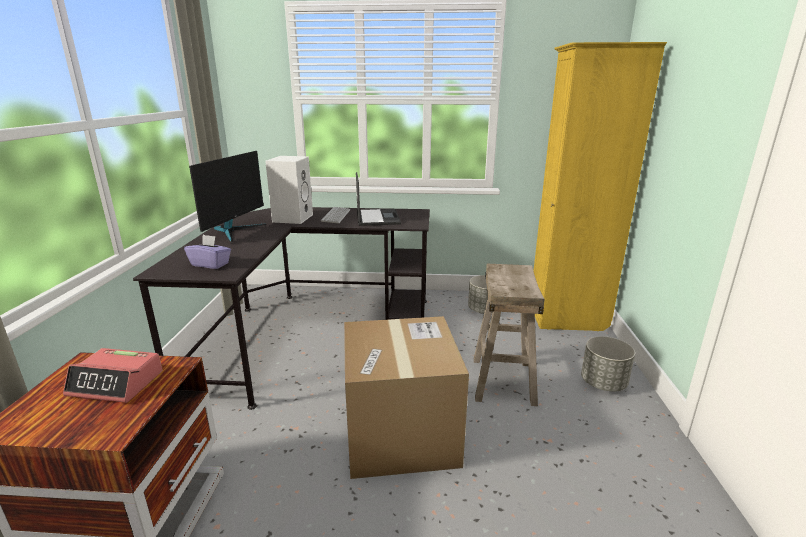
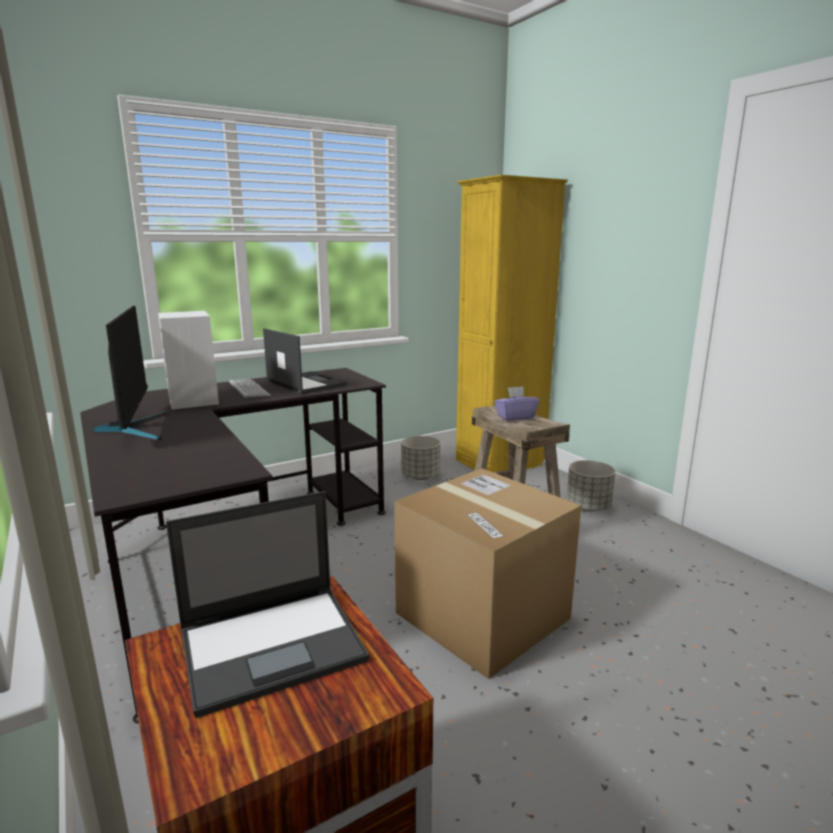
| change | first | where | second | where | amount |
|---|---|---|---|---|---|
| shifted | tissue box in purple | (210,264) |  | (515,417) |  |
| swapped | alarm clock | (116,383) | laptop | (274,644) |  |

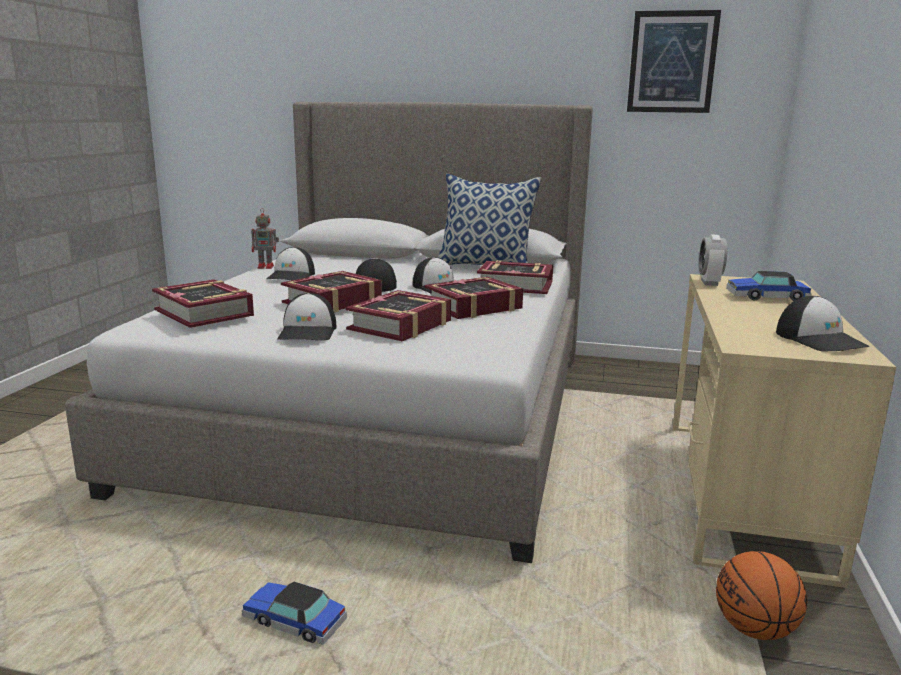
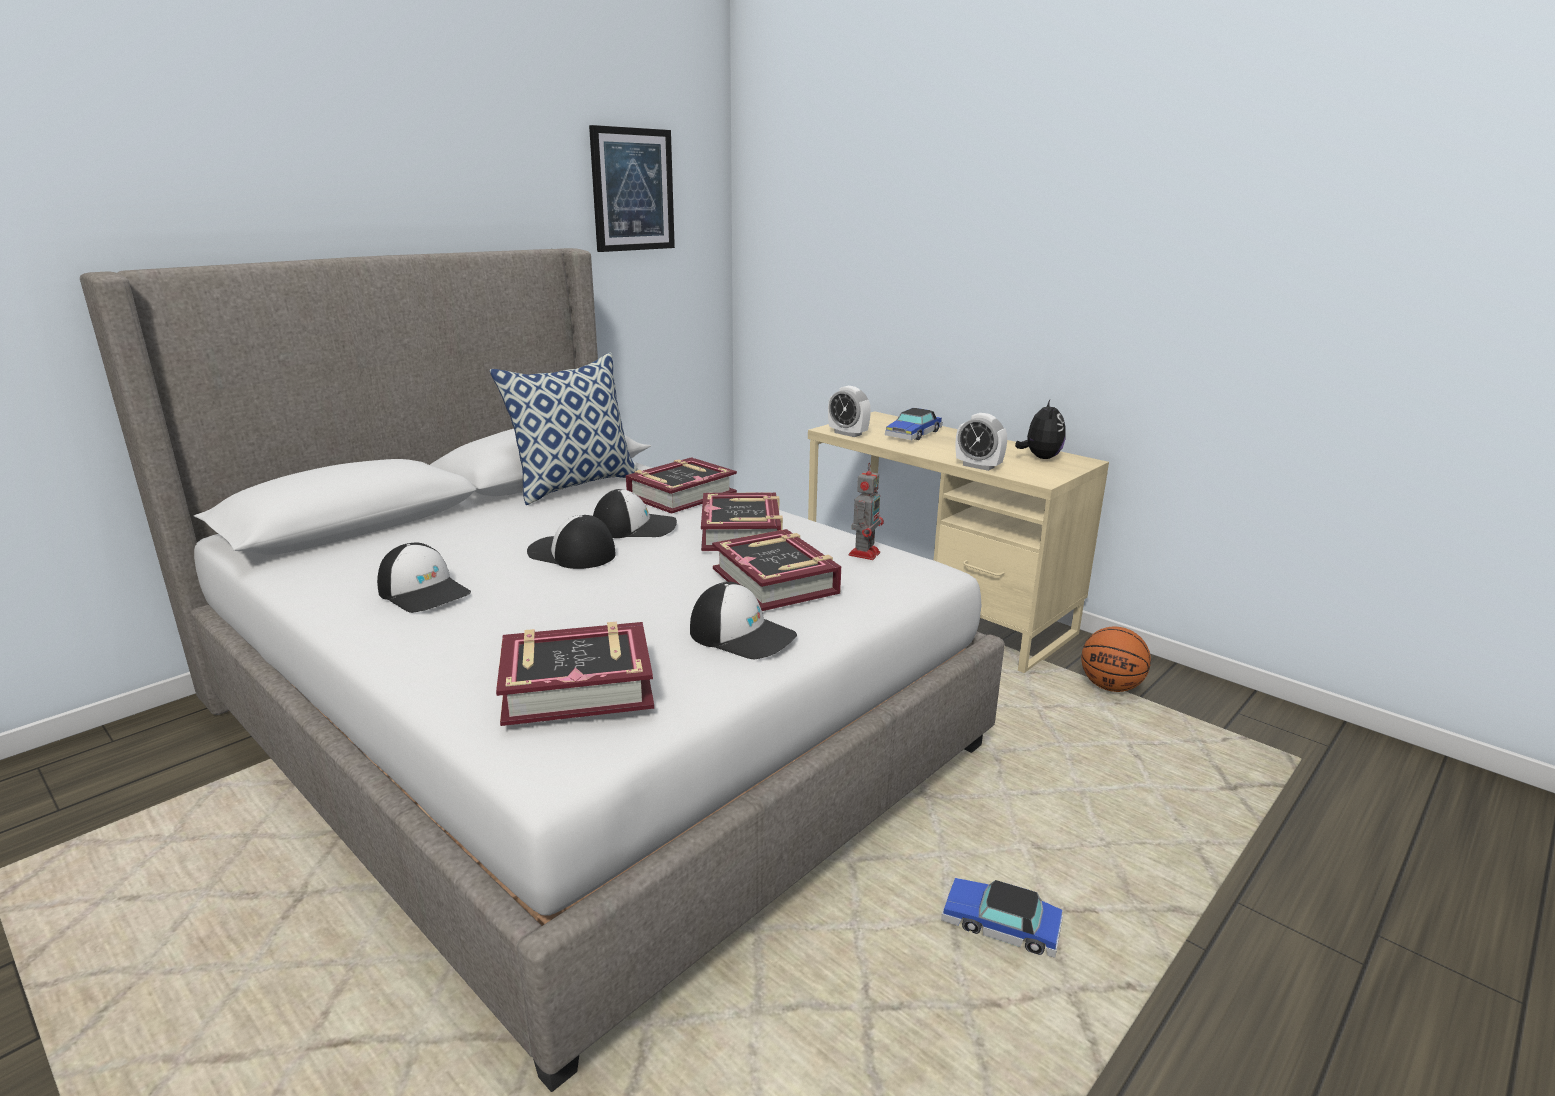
| change | first | where | second | where | amount |
|---|---|---|---|---|---|
| gone | book | (333,302) |  |  |  |
| new |  |  | alarm clock | (978,466) |  |
| shifted | toy robot | (266,267) |  | (865,553) |  |
| swapped | cap | (820,340) | plush toy | (1040,458) |  |
| rotated | toy car | (294,621) |  | (1000,925) | 60 degrees clockwise |

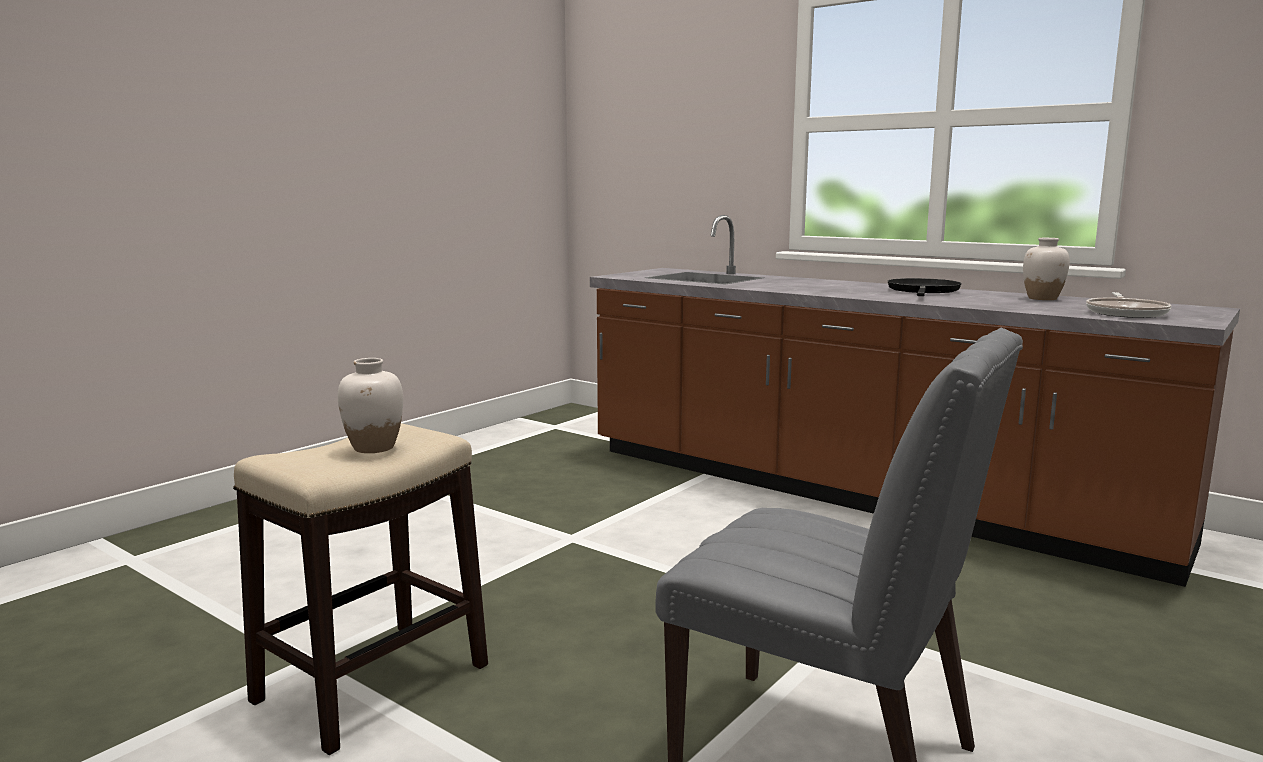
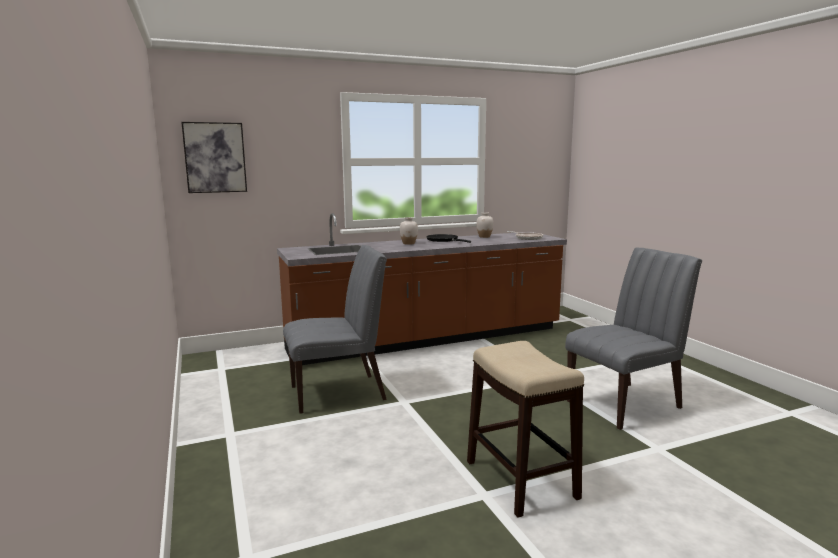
| change | first | where | second | where | amount |
|---|---|---|---|---|---|
| new |  |  | picture | (215,157) |  |
| new |  |  | chair in grey | (337,393) |  |
| shifted | vase in white | (374,448) |  | (409,243) |  |

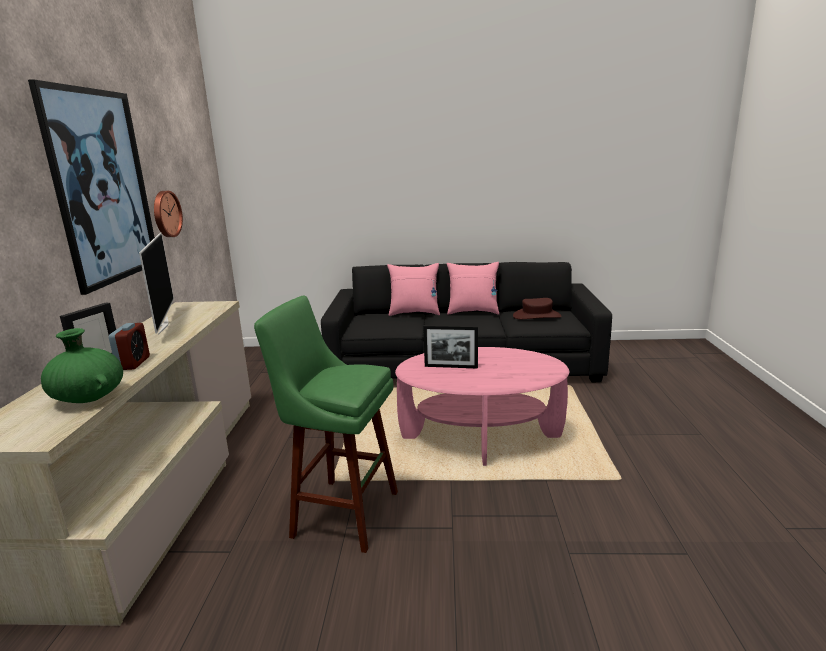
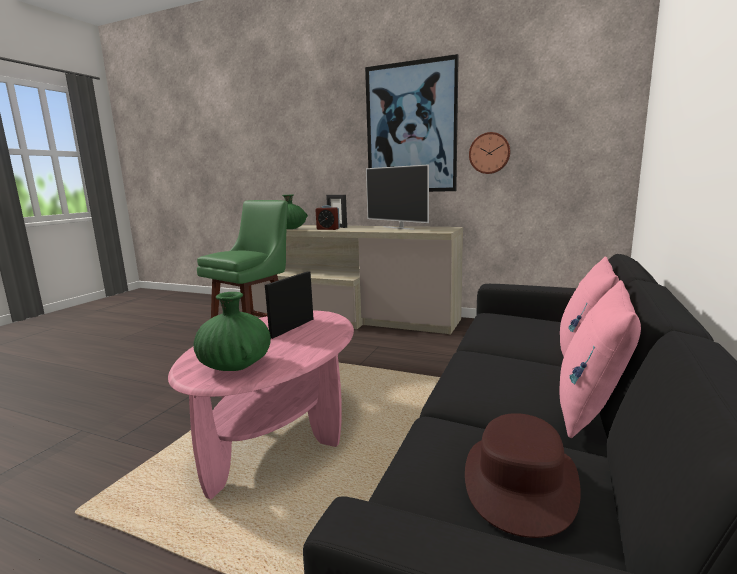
| change | first | where | second | where | amount |
|---|---|---|---|---|---|
| new |  |  | vase in green | (235,365) |  |
| rotated | television | (161,325) |  | (398,228) | 45 degrees clockwise |

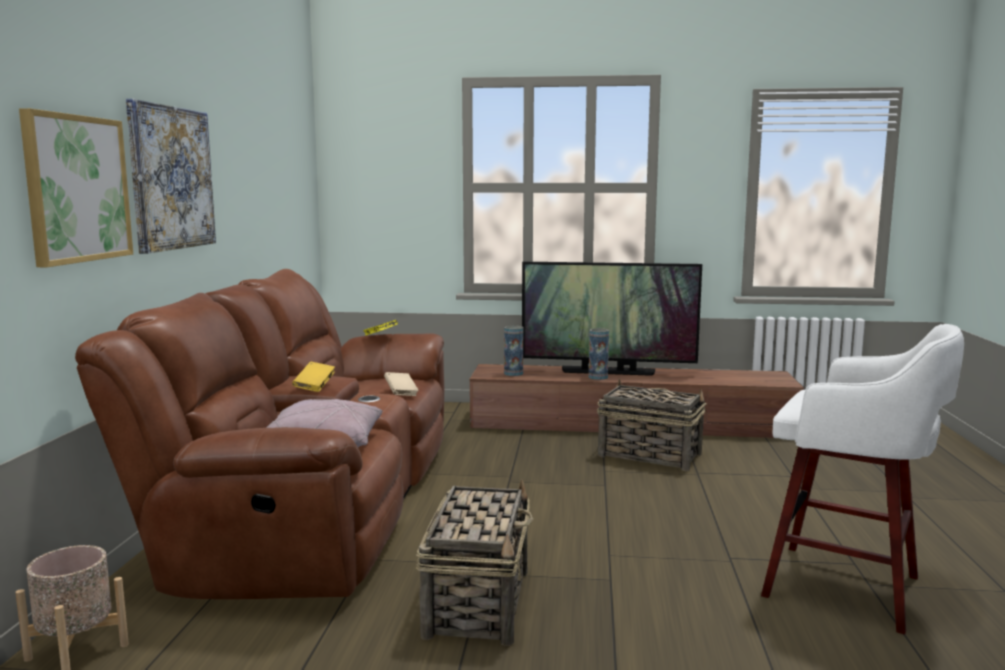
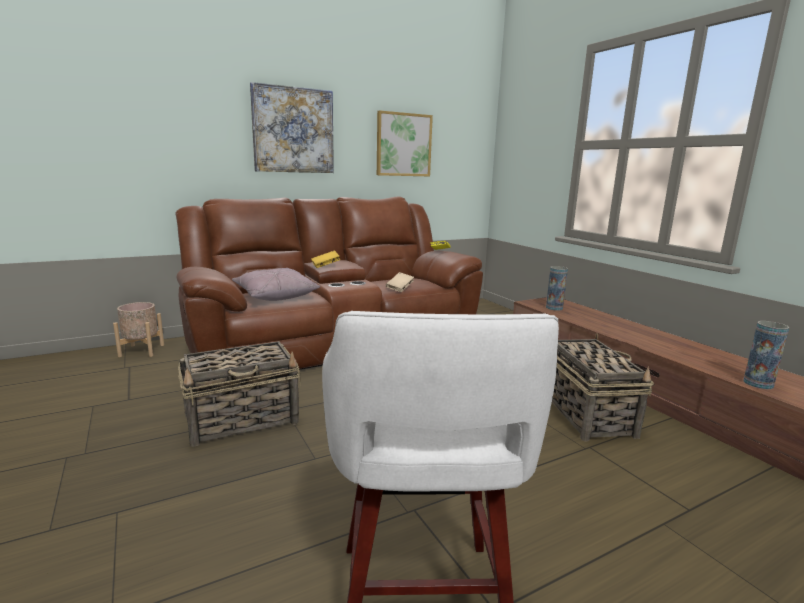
| change | first | where | second | where | amount |
|---|---|---|---|---|---|
| gone | television | (608,372) |  |  |  |
| shifted | picture | (77,189) |  | (403,145) |  |
| shifted | vase | (598,377) |  | (758,383) |  |

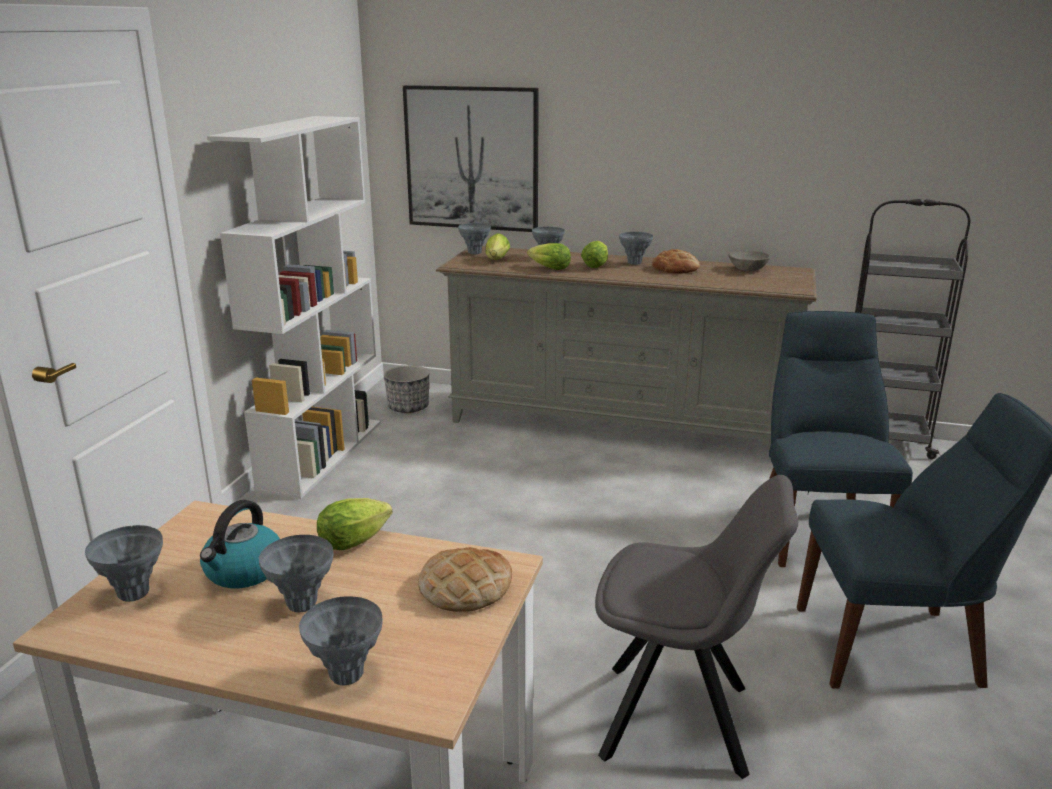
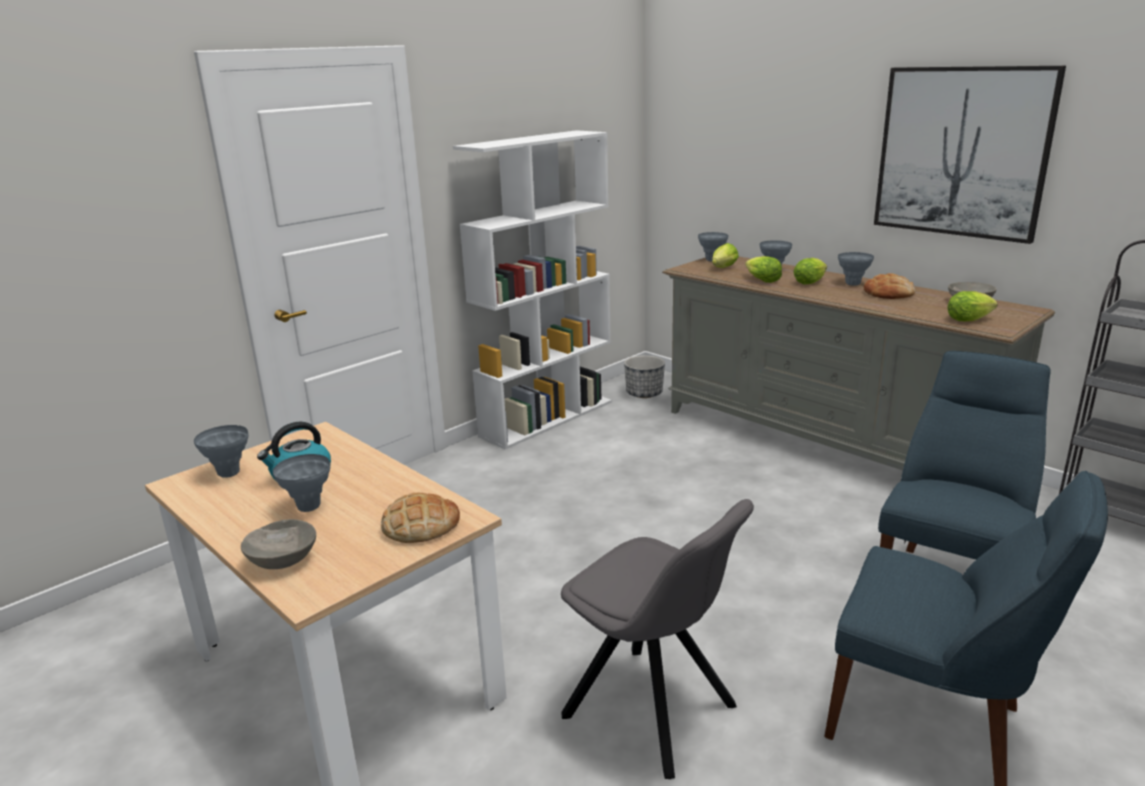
| change | first | where | second | where | amount |
|---|---|---|---|---|---|
| shifted | lettuce | (357,540) |  | (971,320) |  |
| shifted | picture | (472,158) |  | (961,152) |  |
| swapped | vase in grey | (346,676) | bowl in grey | (282,561) |  |

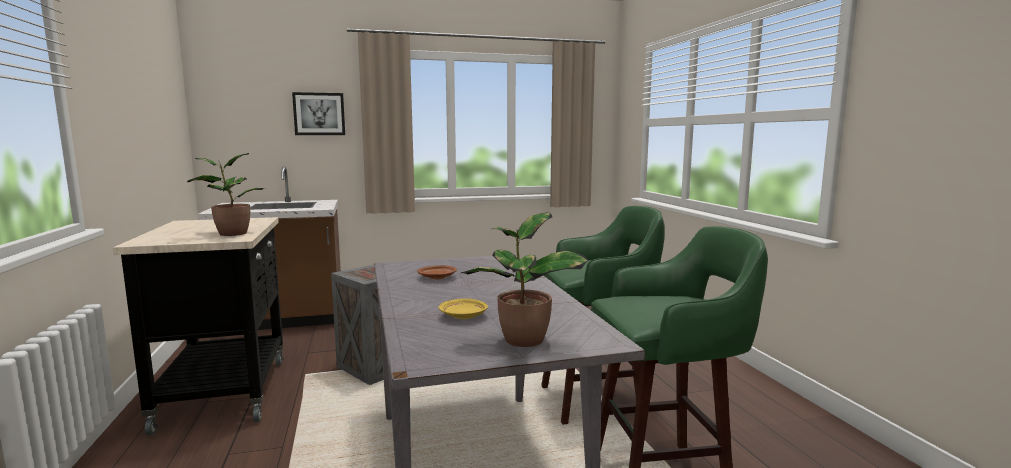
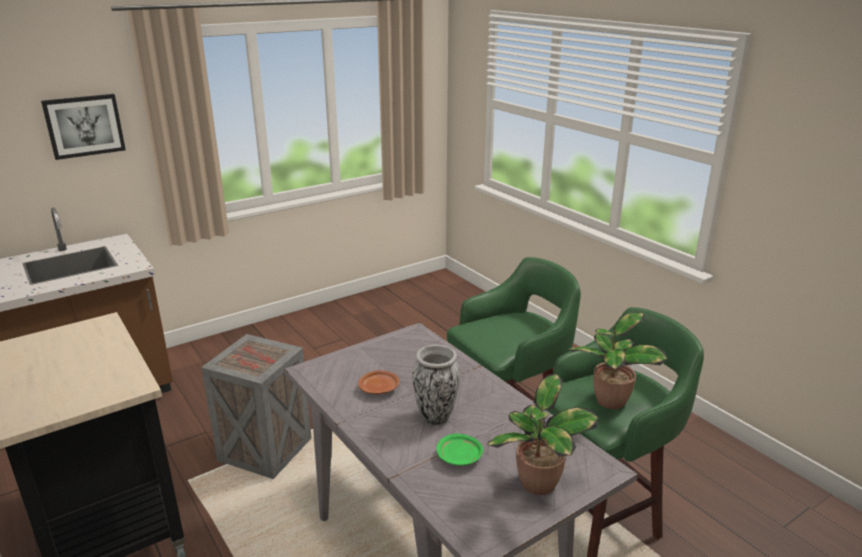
| change | first | where | second | where | amount |
|---|---|---|---|---|---|
| new |  |  | vase | (435,416) |  |
| shifted | potted plant | (231,233) |  | (609,401) |  |
| repainted | plate in yellow | (463,316) | plate in green | (459,457) |  |

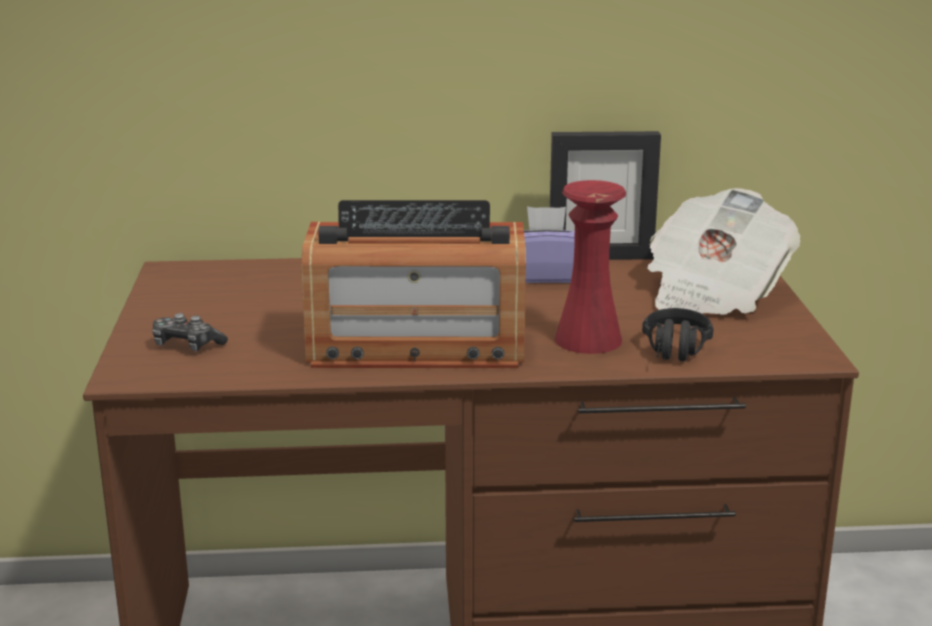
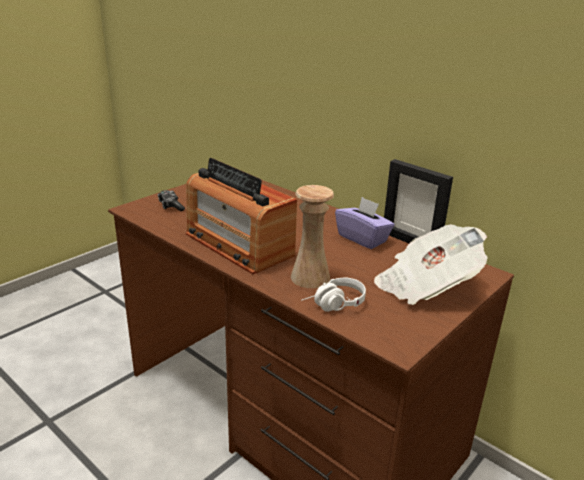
| change | first | where | second | where | amount |
|---|---|---|---|---|---|
| repainted | vase in red | (588,339) | vase in beige | (310,277) |  |
| repainted | headphones in black | (675,353) | headphones in white | (333,305) |  |

